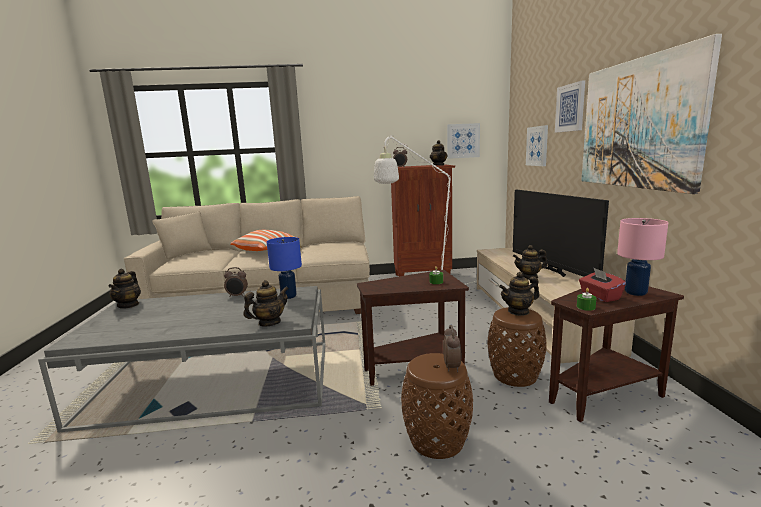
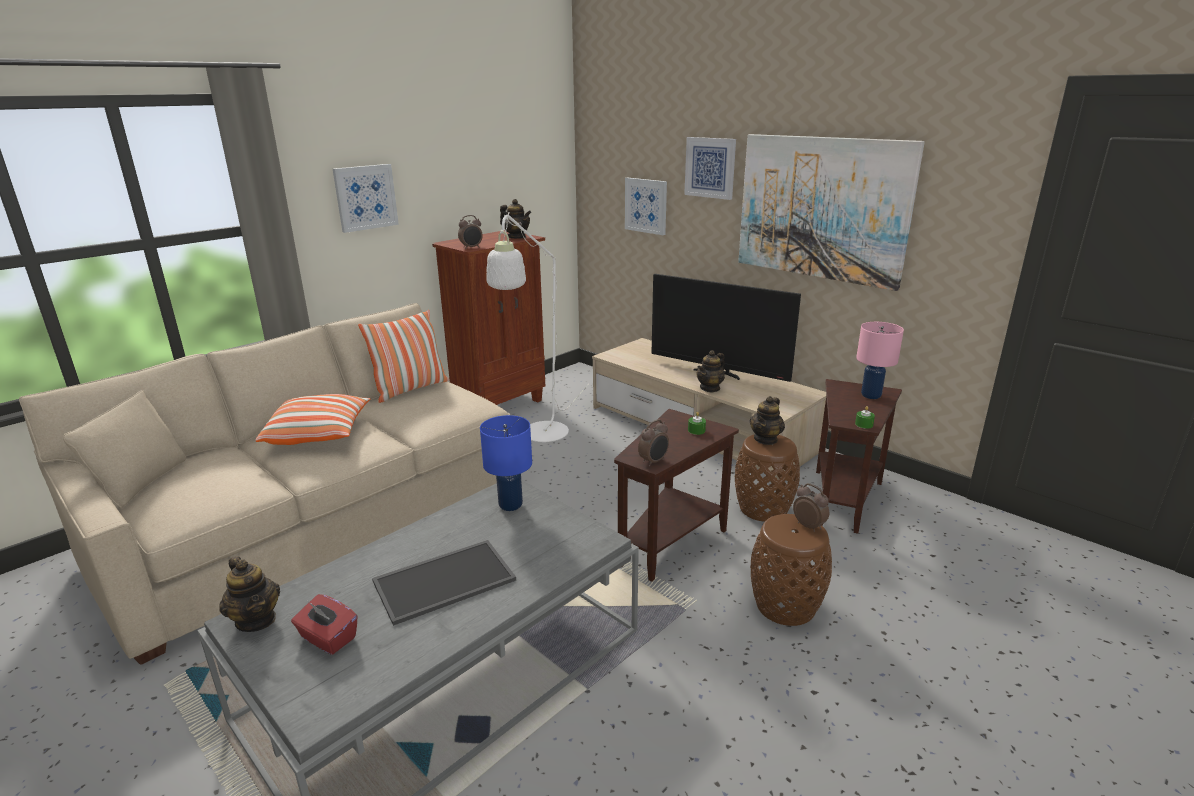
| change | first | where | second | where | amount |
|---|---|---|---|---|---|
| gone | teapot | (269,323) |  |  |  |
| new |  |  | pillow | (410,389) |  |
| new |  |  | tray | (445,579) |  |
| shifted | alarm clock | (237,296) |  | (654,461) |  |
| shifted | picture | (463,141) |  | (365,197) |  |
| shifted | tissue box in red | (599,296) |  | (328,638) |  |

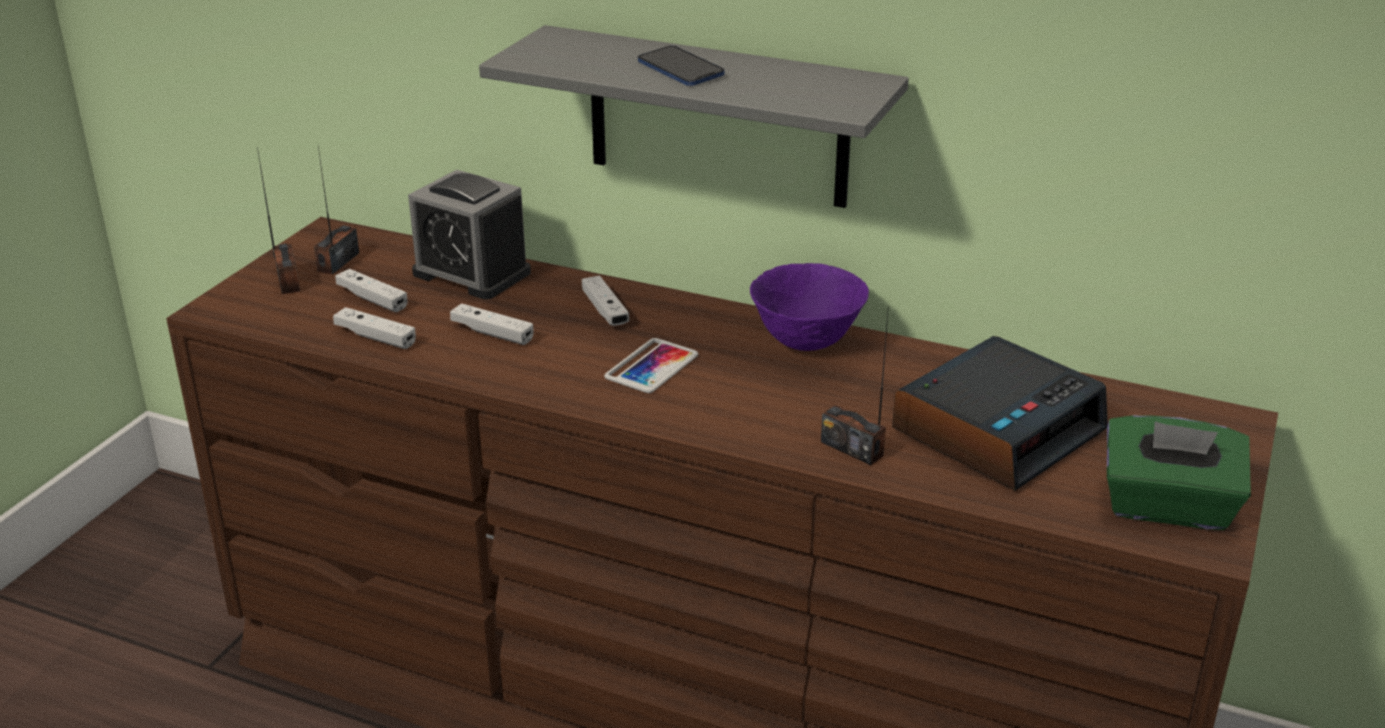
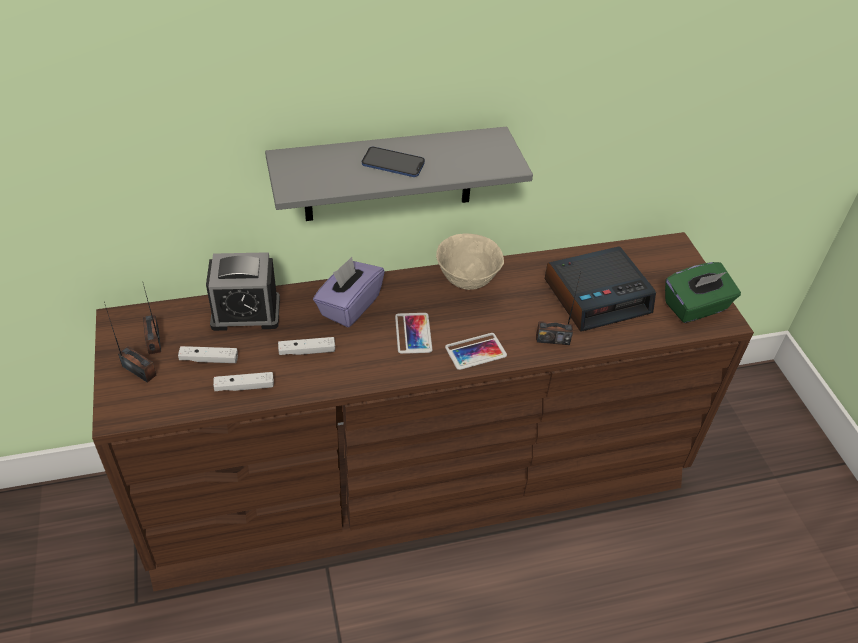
| change | first | where | second | where | amount |
|---|---|---|---|---|---|
| new |  |  | phone | (475,351) |  |
| swapped | game controller in white | (605,311) | tissue box in purple | (349,306) |  |
| repainted | bowl in purple | (807,341) | bowl in beige | (467,280) |  |
| rotated | alarm clock | (998,429) |  | (597,296) | 60 degrees clockwise |

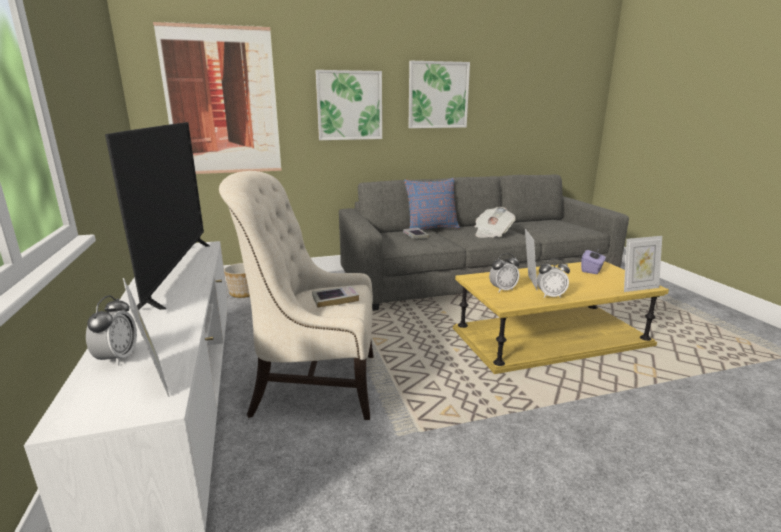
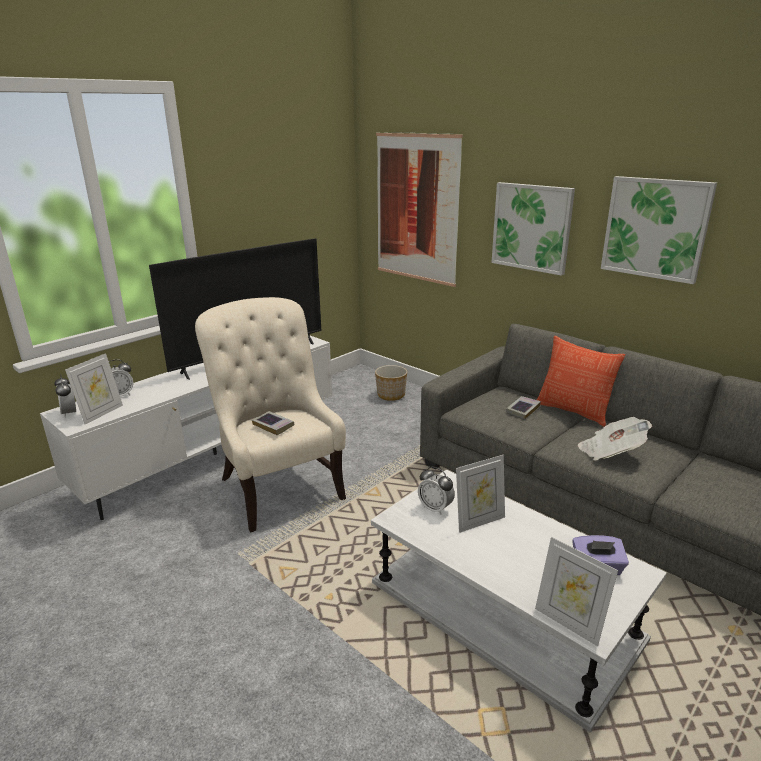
| change | first | where | second | where | amount |
|---|---|---|---|---|---|
| shifted | alarm clock | (550,296) |  | (70,413) |  |
| repainted | pillow in blue | (431,229) | pillow in orange | (573,411) |  |
| repainted | coffee table in yellow | (551,337) | coffee table in white | (504,610) |  |

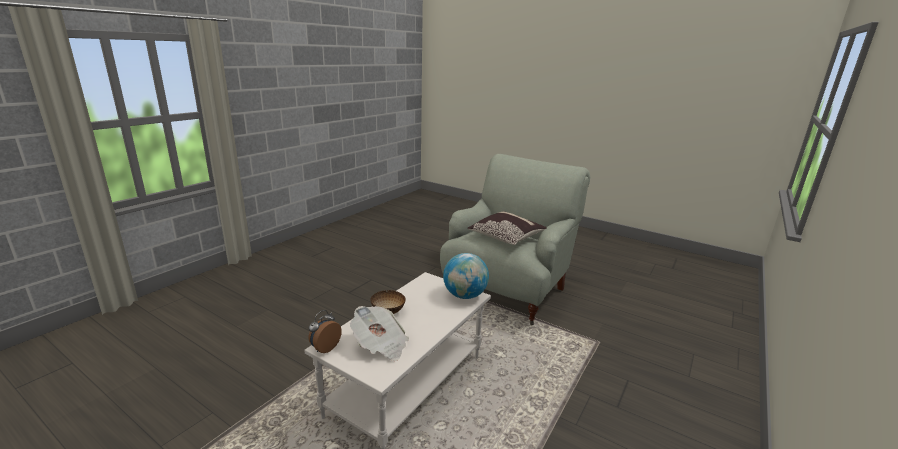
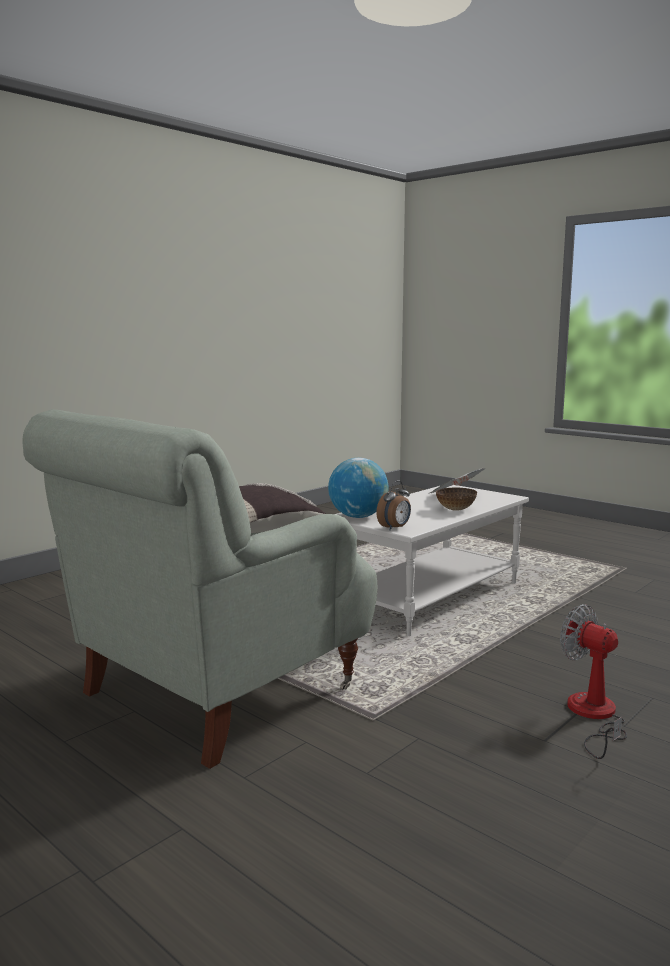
| change | first | where | second | where | amount |
|---|---|---|---|---|---|
| new |  |  | fan | (593,716) |  |
| shifted | alarm clock | (324,348) |  | (395,528) |  |

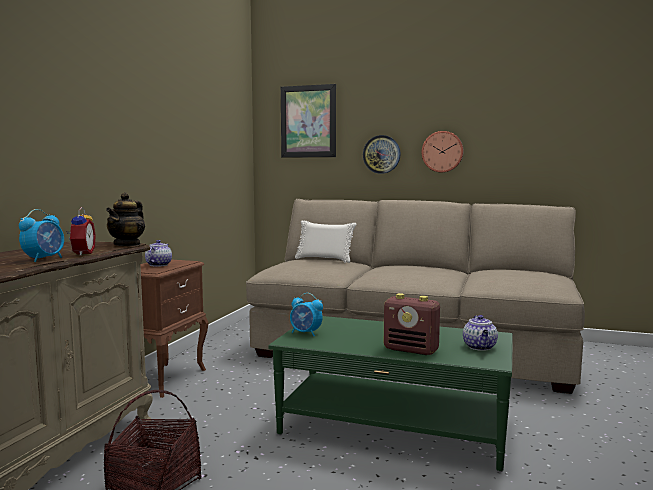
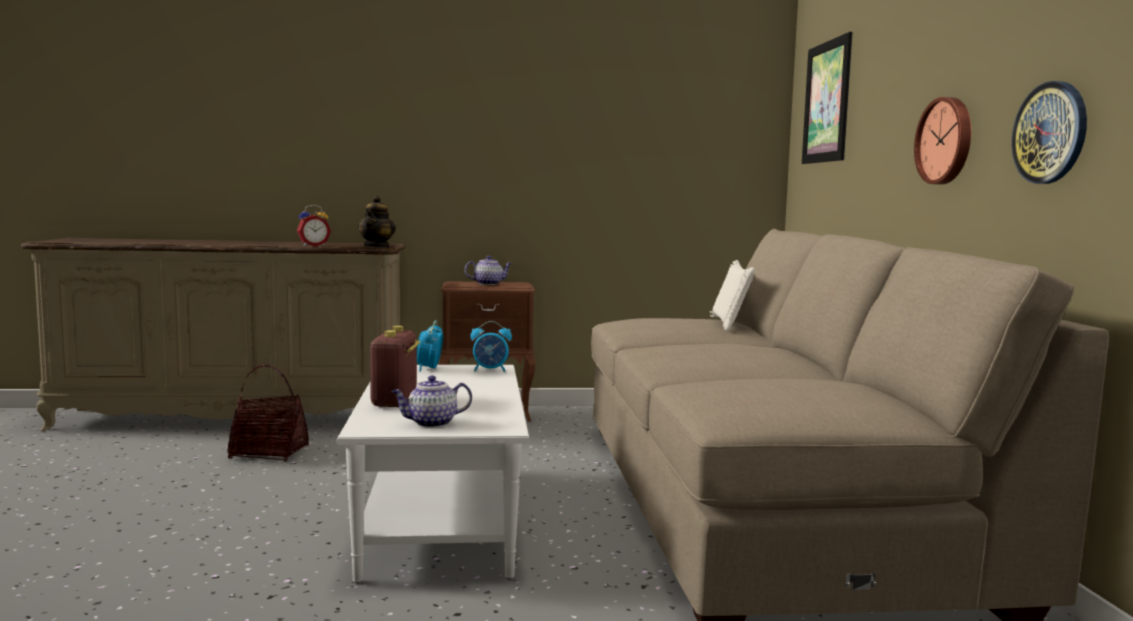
| change | first | where | second | where | amount |
|---|---|---|---|---|---|
| shifted | alarm clock | (44,259) |  | (490,370) |  |
| shifted | wall clock | (381,154) |  | (1050,133) |  |
| repainted | coffee table in green | (394,429) | coffee table in white | (441,517) |  |
| rotated | teapot | (127,244) |  | (377,246) | 75 degrees counterclockwise |

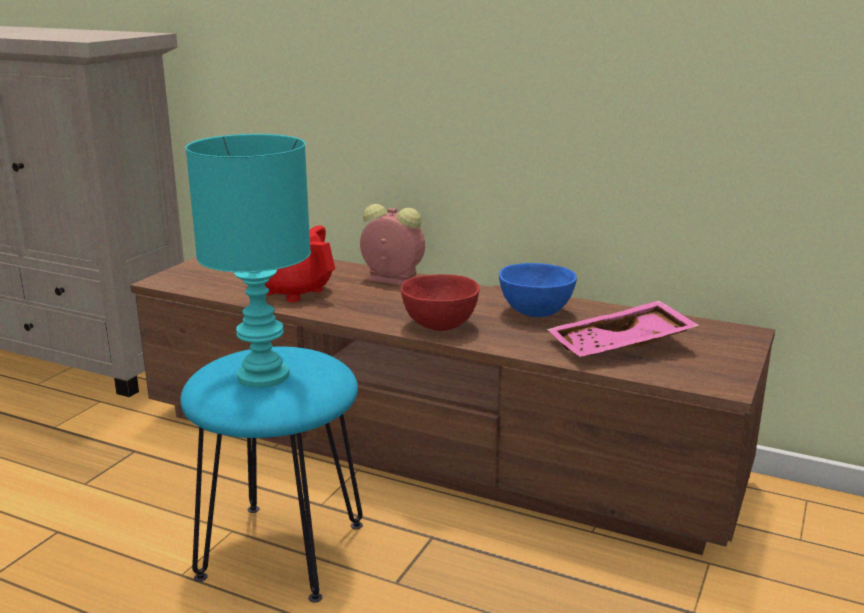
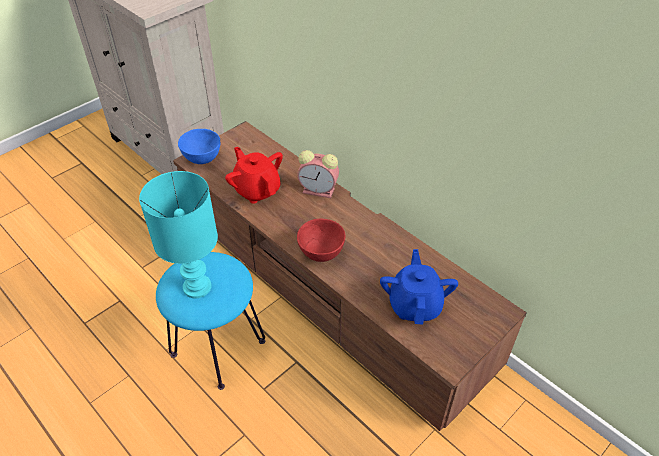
| change | first | where | second | where | amount |
|---|---|---|---|---|---|
| shifted | bowl in blue | (534,312) |  | (202,158) |  |
| swapped | tray in pink | (621,347) | teapot in blue | (415,305) |  |
| rotated | alarm clock | (390,279) |  | (320,190) | 150 degrees clockwise |

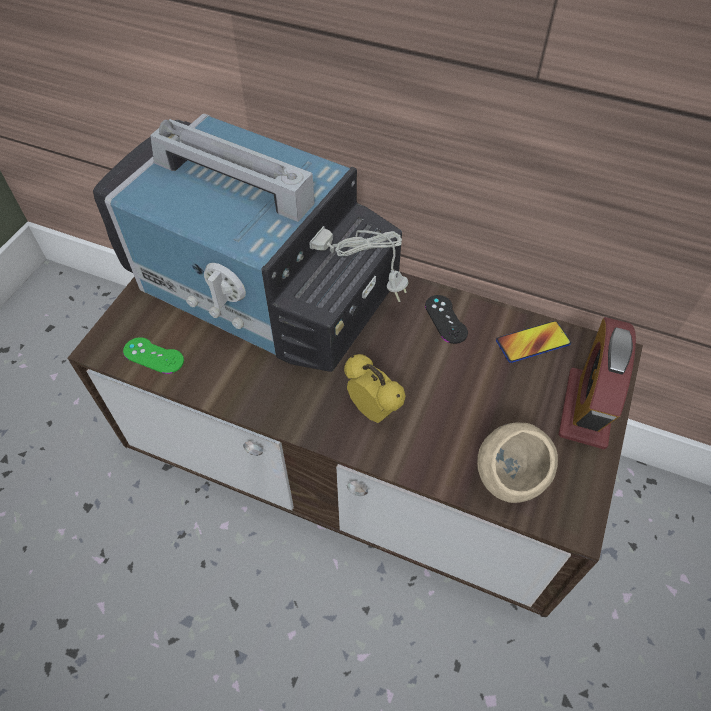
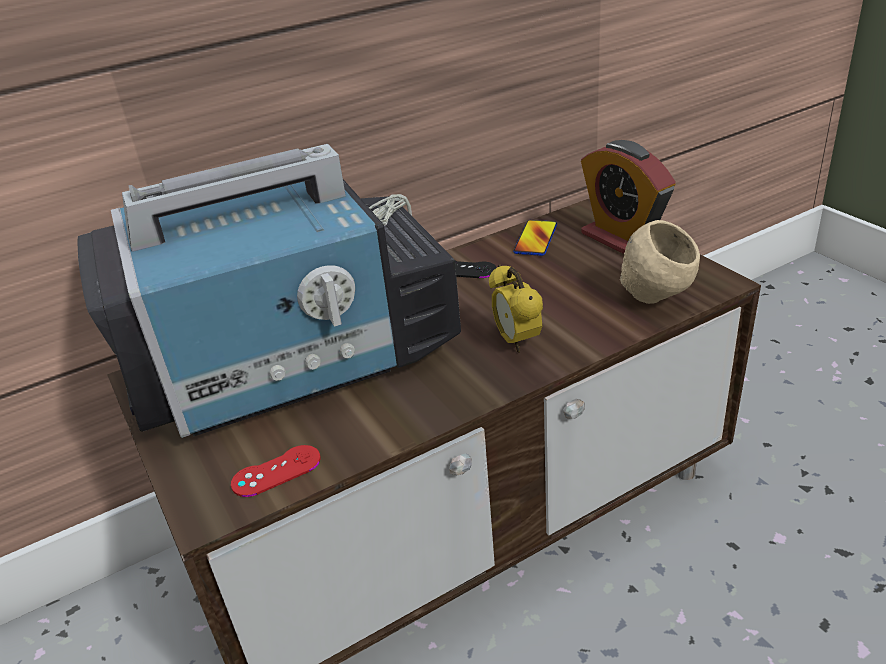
| change | first | where | second | where | amount |
|---|---|---|---|---|---|
| repainted | game controller in green | (153,356) | game controller in red | (276,471) |  |
| rotated | alarm clock | (373,410) |  | (517,342) | 105 degrees counterclockwise |

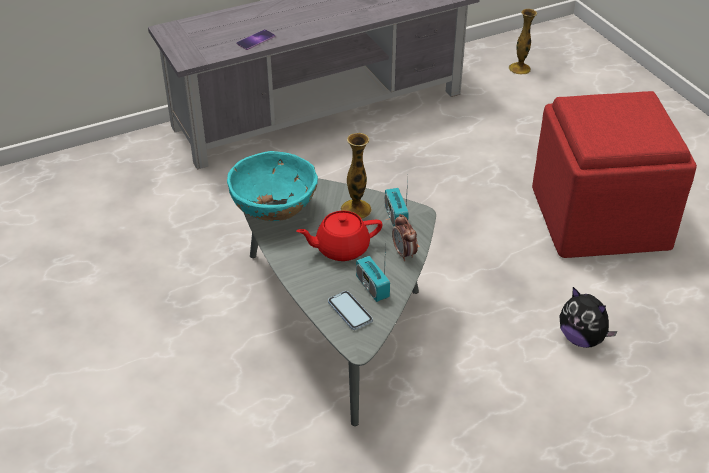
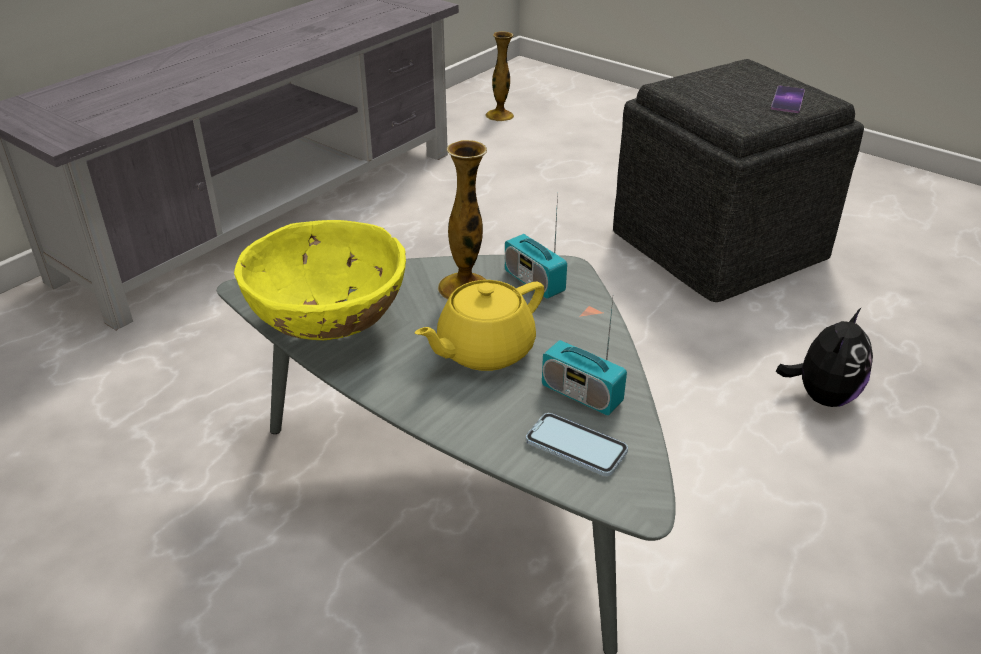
| change | first | where | second | where | amount |
|---|---|---|---|---|---|
| gone | alarm clock | (404,253) |  |  |  |
| shifted | phone | (256,40) |  | (787,99) |  |
| repainted | bowl in turquoise | (274,211) | bowl in yellow | (330,326) |  |
| repainted | teapot in red | (341,248) | teapot in yellow | (483,350) |  |
| repainted | ottoman in red | (601,218) | ottoman in grey | (721,246) |  |
| rotated | plush toy | (582,338) |  | (822,396) | 75 degrees counterclockwise |

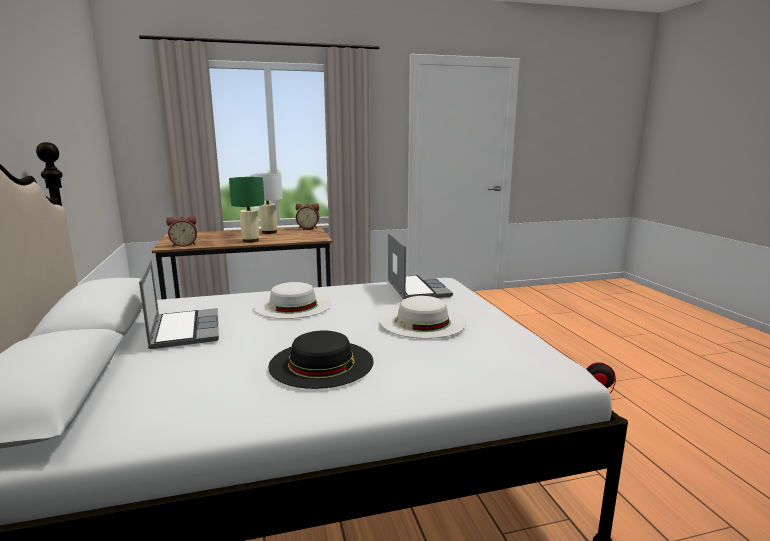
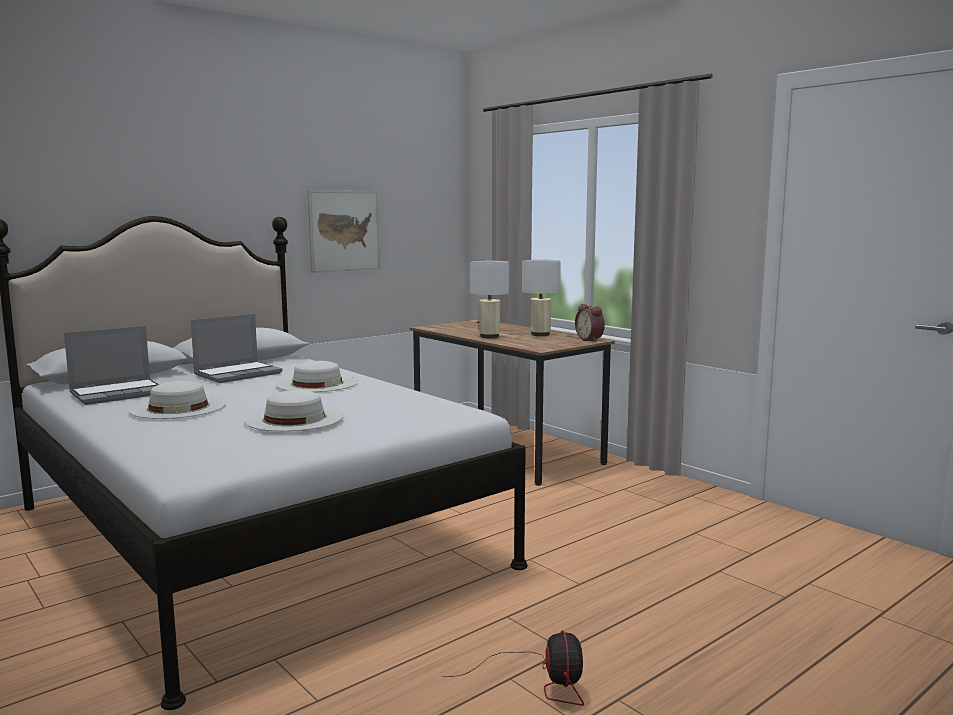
| change | first | where | second | where | amount |
|---|---|---|---|---|---|
| gone | alarm clock | (184,245) |  |  |  |
| new |  |  | picture | (344,230) |  |
| shifted | laptop | (416,289) |  | (119,393) |  |
| repainted | table lamp in green | (250,241) | table lamp in white | (489,336) |  |
| repainted | hat in black | (321,363) | hat in white | (178,407) |  |

